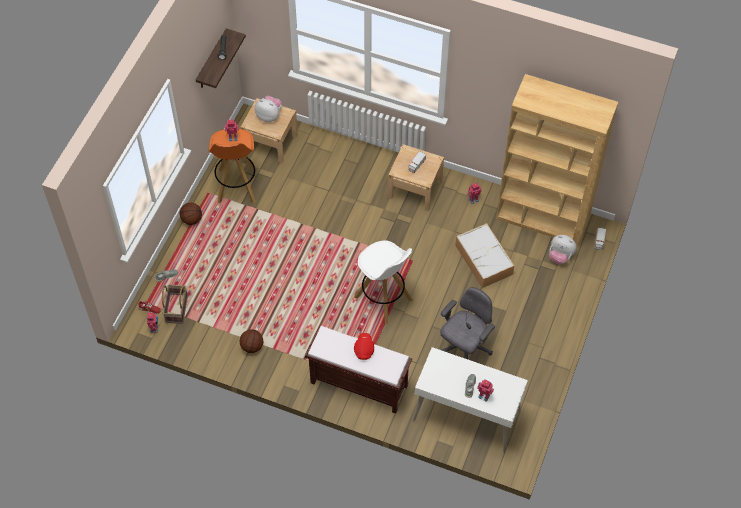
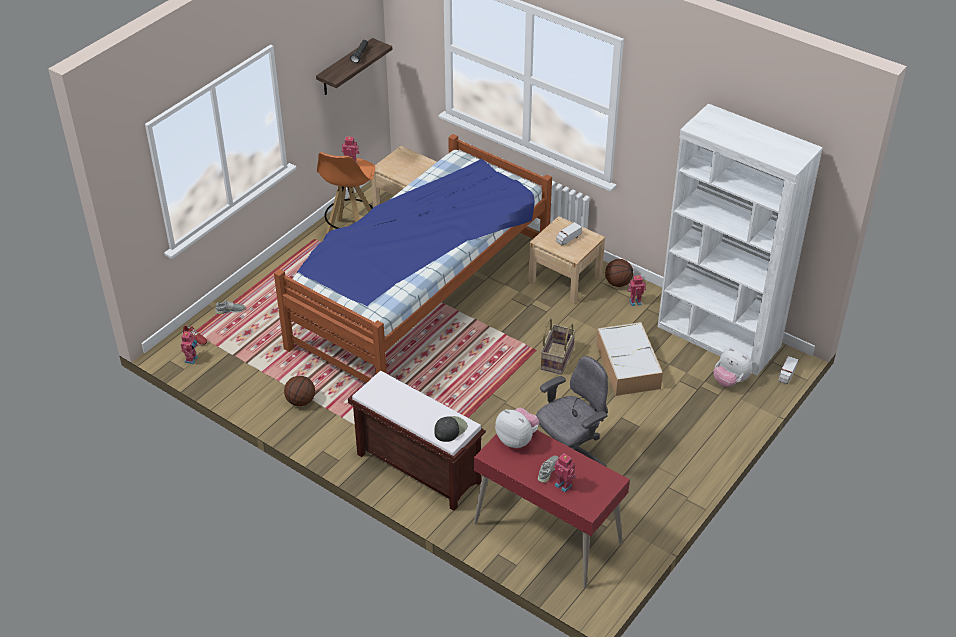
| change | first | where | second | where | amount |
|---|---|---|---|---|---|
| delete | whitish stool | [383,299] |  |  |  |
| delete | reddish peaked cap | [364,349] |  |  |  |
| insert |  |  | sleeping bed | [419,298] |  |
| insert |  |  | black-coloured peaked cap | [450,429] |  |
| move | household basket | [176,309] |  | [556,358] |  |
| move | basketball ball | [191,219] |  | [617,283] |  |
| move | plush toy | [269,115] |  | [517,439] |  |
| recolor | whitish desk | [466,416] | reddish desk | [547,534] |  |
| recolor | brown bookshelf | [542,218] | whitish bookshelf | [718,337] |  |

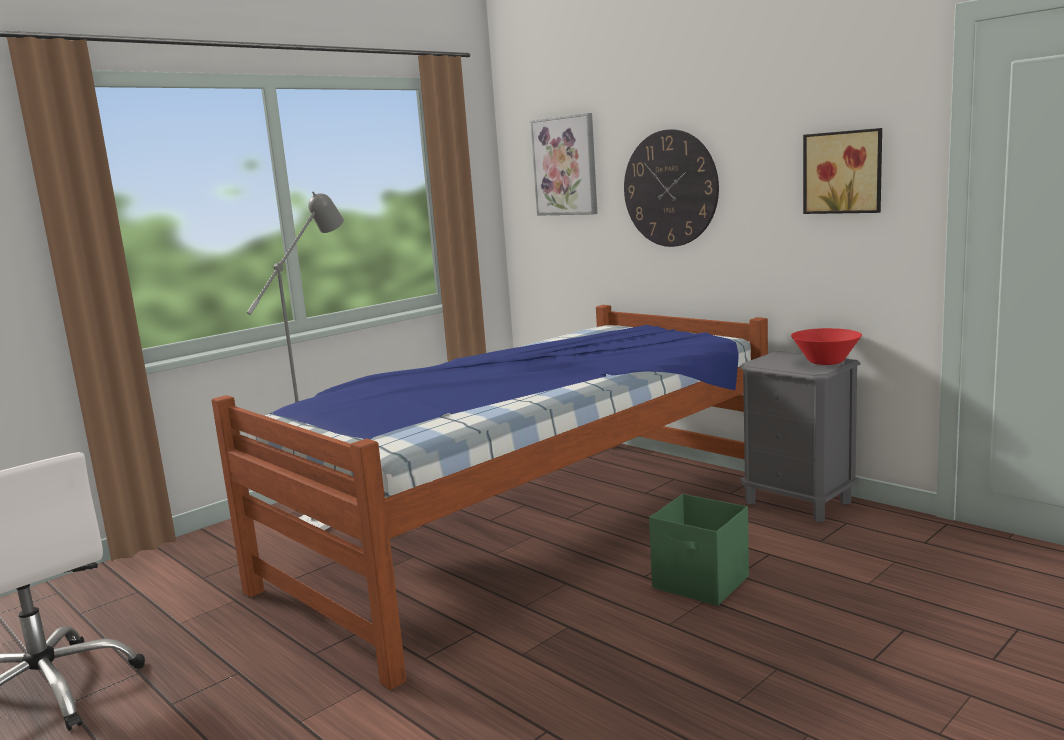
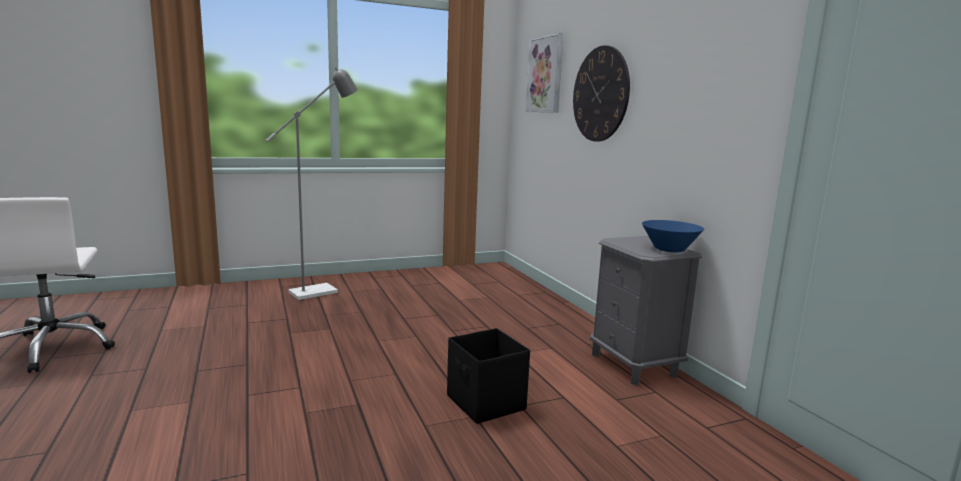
| change | first | where | second | where | amount |
|---|---|---|---|---|---|
| delete | sleeping bed | [530,530] |  |  |  |
| delete | wall picture | [844,172] |  |  |  |
| recolor | green-coloured storage box | [701,583] | black-coloured storage box | [485,403] |  |
| recolor | reddish deep dish | [826,362] | blue deep dish | [669,249] |  |

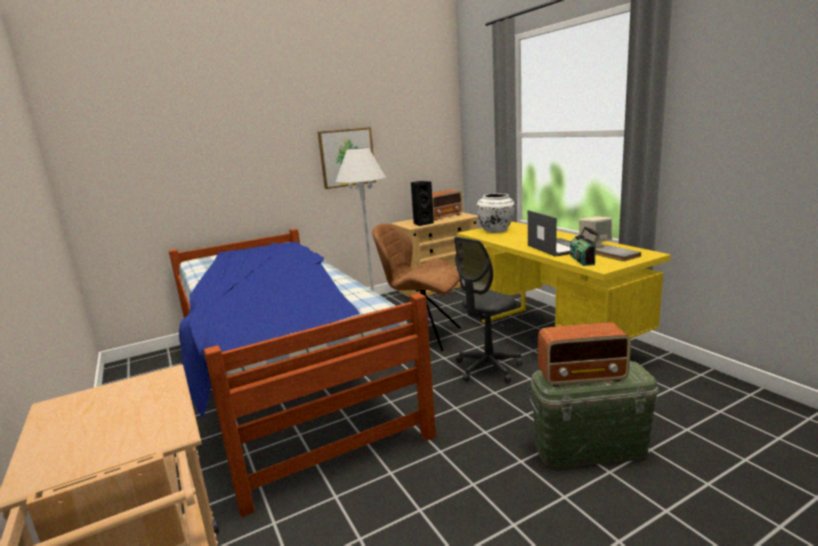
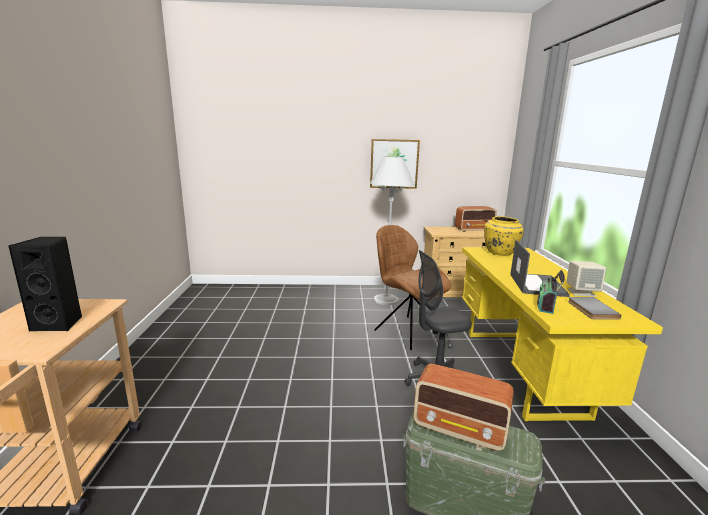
| change | first | where | second | where | amount |
|---|---|---|---|---|---|
| delete | sleeping bed | [284,381] |  |  |  |
| move | black-coloured loudspeaker | [422,223] |  | [60,324] |  |
| recolor | whitish decorative vase | [496,230] | yellow-coloured decorative vase | [500,253] |  |

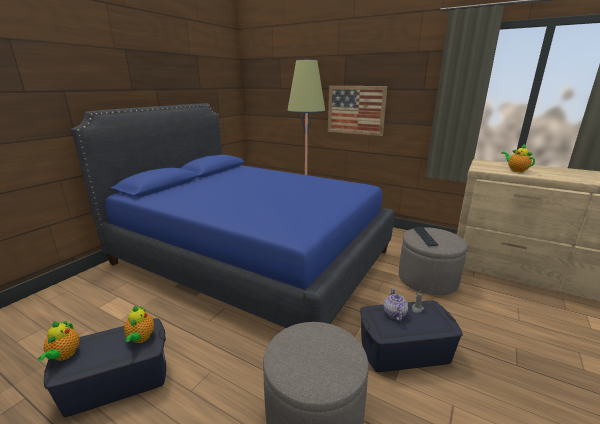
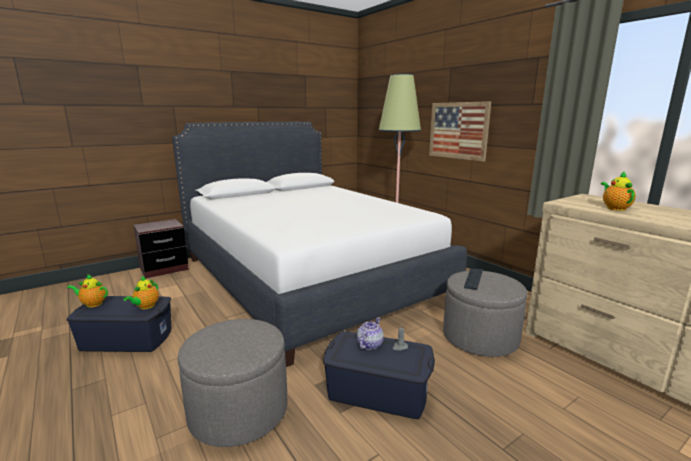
| change | first | where | second | where | amount |
|---|---|---|---|---|---|
| insert |  |  | brown nightstand | [164,269] |  |
| recolor | blue sleeping bed | [252,257] | whitish sleeping bed | [308,277] |  |
| rotate | teapot | [64,355] |  | [92,304] | 75 degrees clockwise |

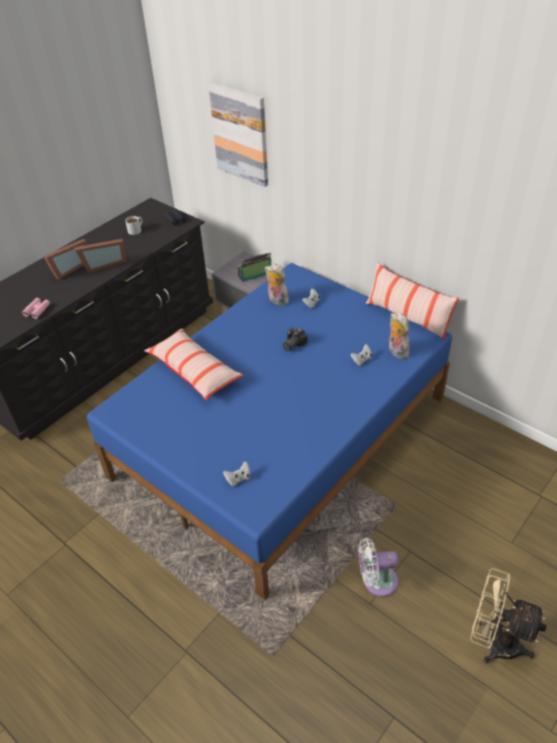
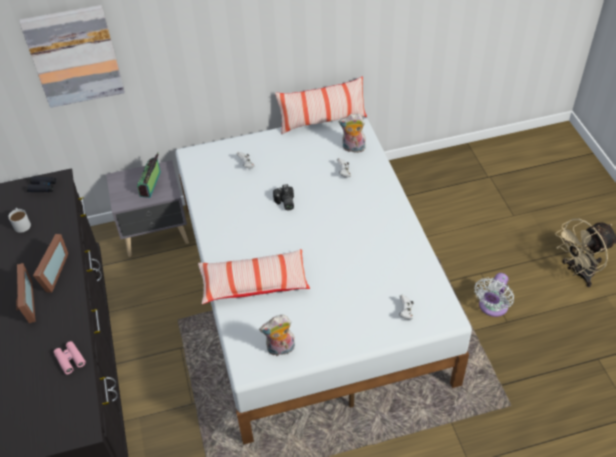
| change | first | where | second | where | amount |
|---|---|---|---|---|---|
| move | plush toy | [276,300] |  | [280,349] |  |
| recolor | blue sleeping bed | [282,437] | whitish sleeping bed | [311,288] |  |

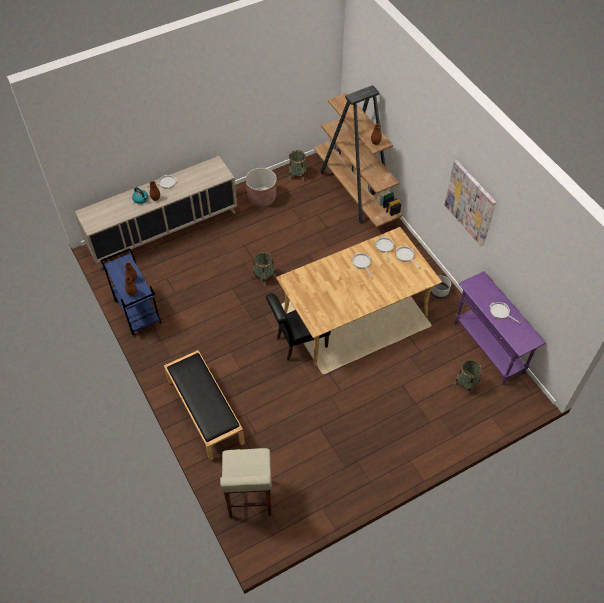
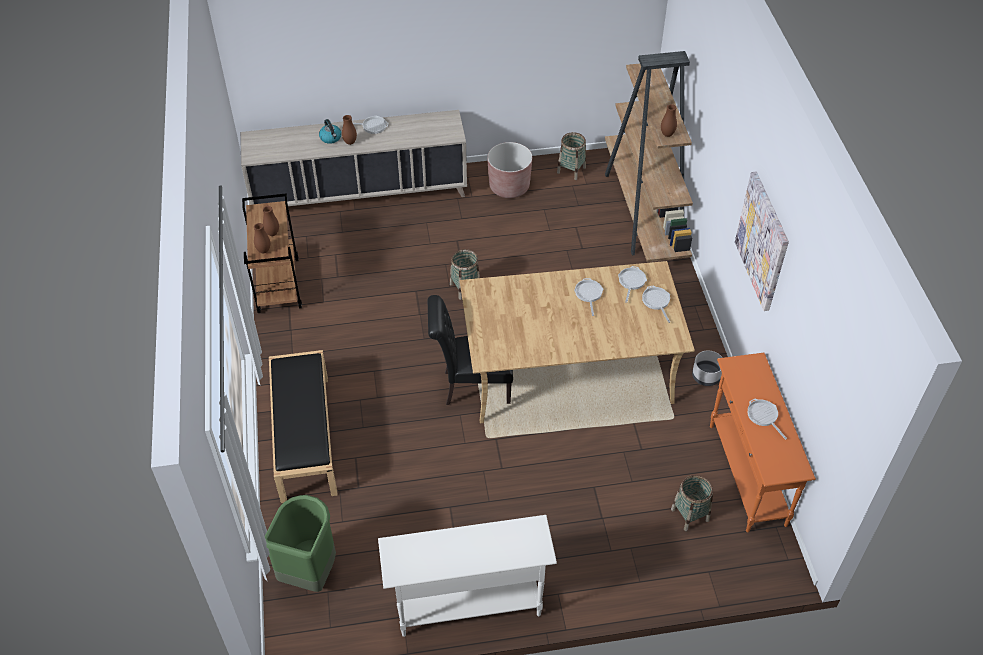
| change | first | where | second | where | amount |
|---|---|---|---|---|---|
| insert |  |  | whitish narrow table | [468,605] |  |
| replace | beige-coloured stool | [250,499] | green-coloured rubbish bin | [309,571] |  |
| recolor | blue cart | [137,311] | brown cart | [277,285] |  |
| recolor | purple-coloured narrow table | [488,348] | orangey narrow table | [747,475] |  |

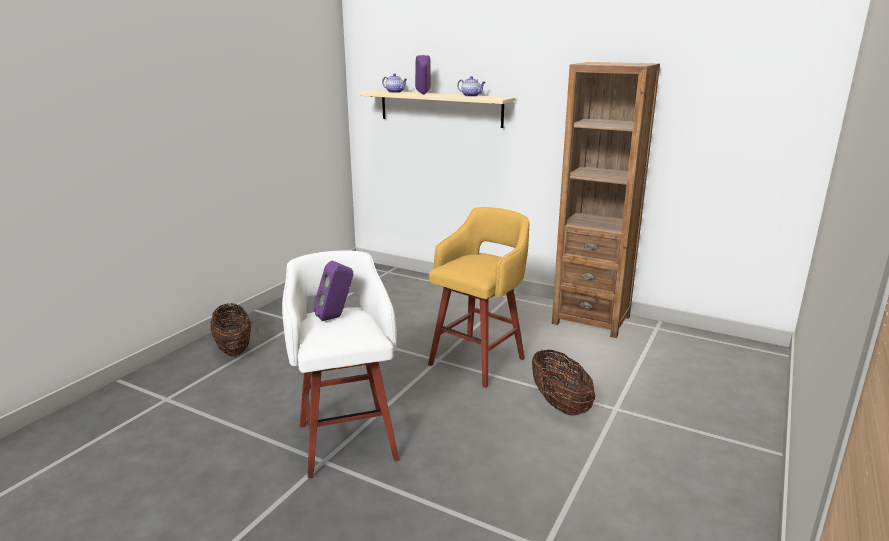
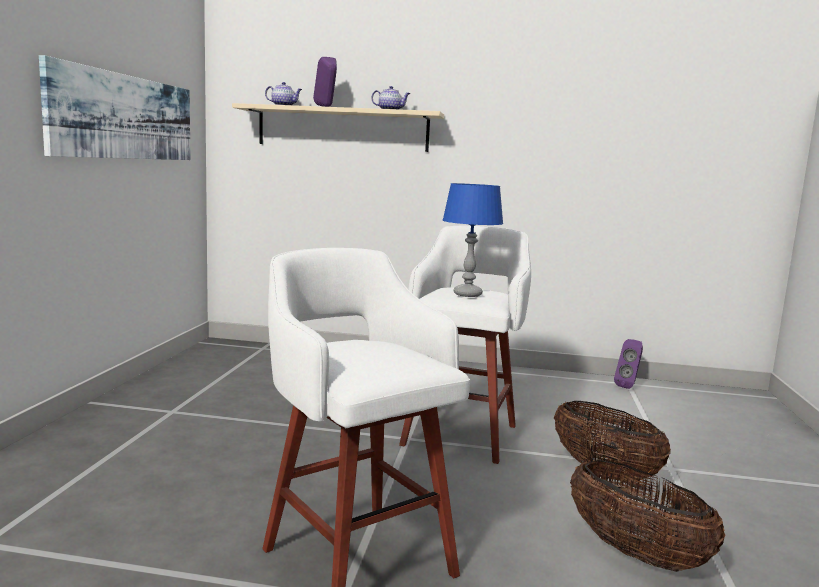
| change | first | where | second | where | amount |
|---|---|---|---|---|---|
| delete | brown bookshelf | [591,320] |  |  |  |
| insert |  |  | wall picture | [126,117] |  |
| insert |  |  | blue table lamp | [468,294] |  |
| move | household basket | [234,348] |  | [635,553] |  |
| move | purple-coloured loudspeaker | [336,317] |  | [628,386] |  |
| recolor | yellow-coloured stool | [479,360] | whitish stool | [461,433] |  |

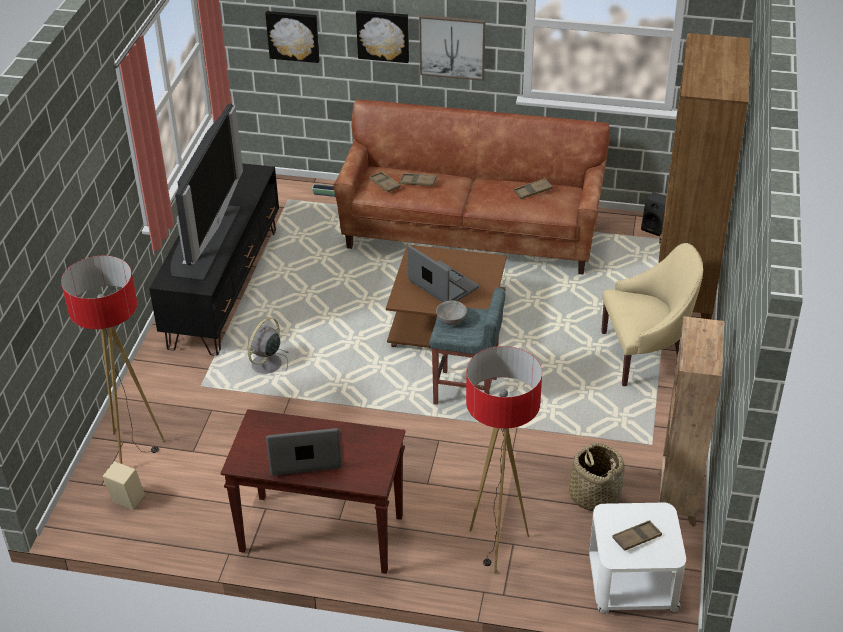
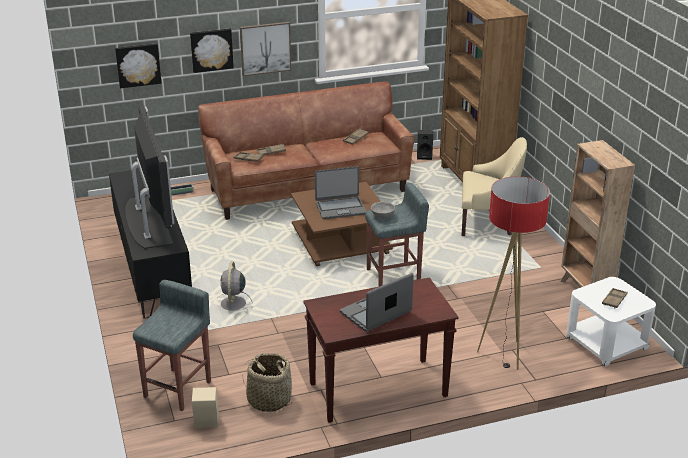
| change | first | where | second | where | amount |
|---|---|---|---|---|---|
| move | household basket | [594,495] |  | [269,400] |  |
| replace | floor lamp | [133,449] | greyish stool | [178,388] |  |
| rotate | portable computer | [442,285] |  | [340,208] | 150 degrees clockwise |
| rotate | beige-coloured easy chair | [645,355] |  | [487,222] | 45 degrees clockwise |

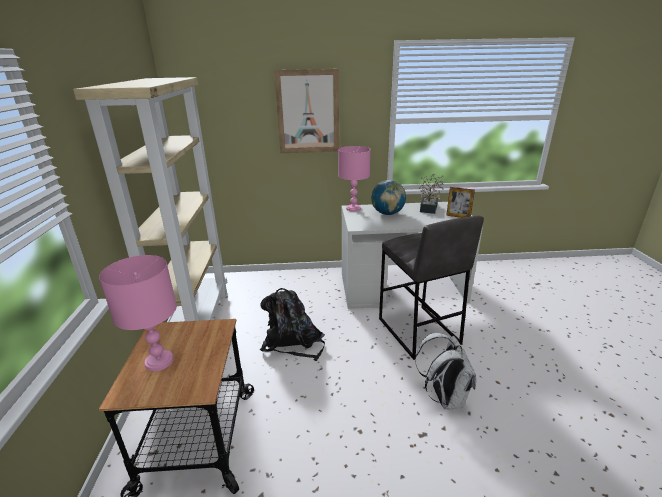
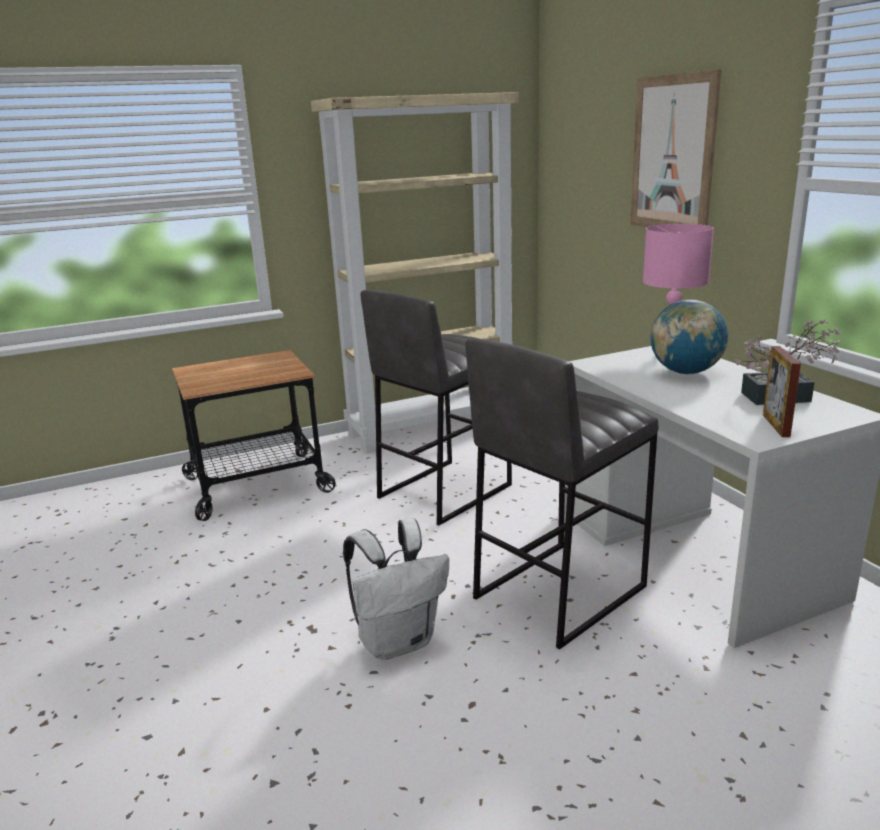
| change | first | where | second | where | amount |
|---|---|---|---|---|---|
| delete | pink-coloured table lamp | [159,361] |  |  |  |
| replace | black-coloured knapsack | [293,342] | greyish stool | [443,491] |  |

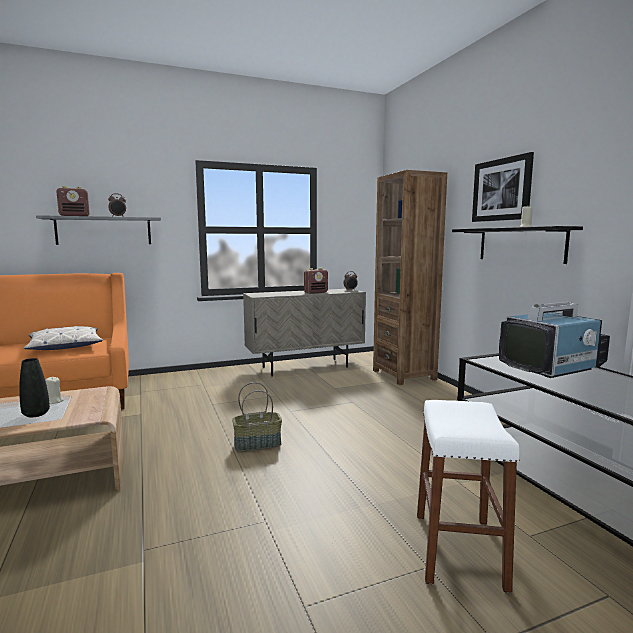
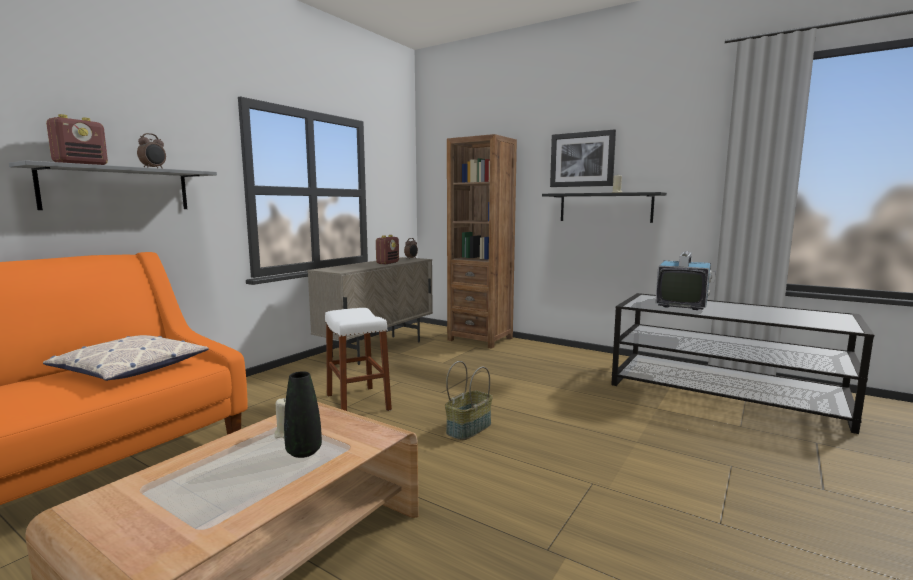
| change | first | where | second | where | amount |
|---|---|---|---|---|---|
| move | whitish stool | [458,549] |  | [358,402] |  |

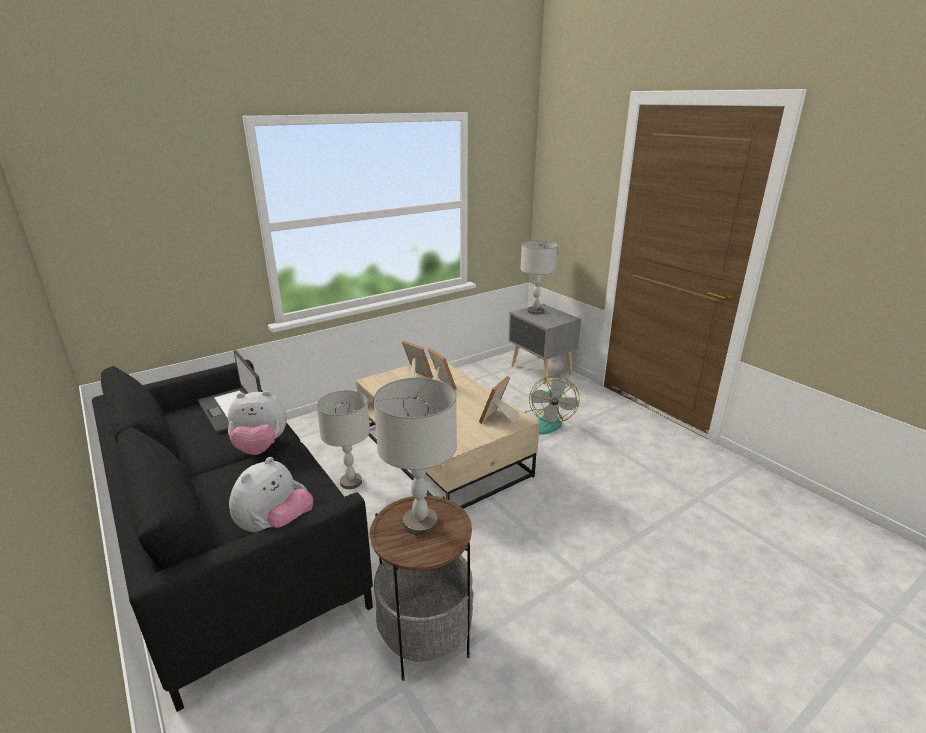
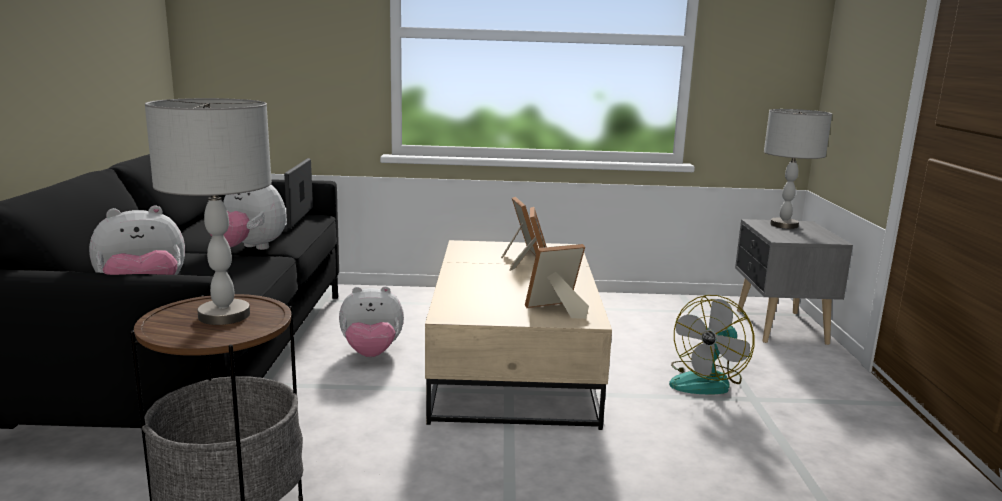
| change | first | where | second | where | amount |
|---|---|---|---|---|---|
| replace | greyish table lamp | [351,482] | plush toy | [371,354] |  |

